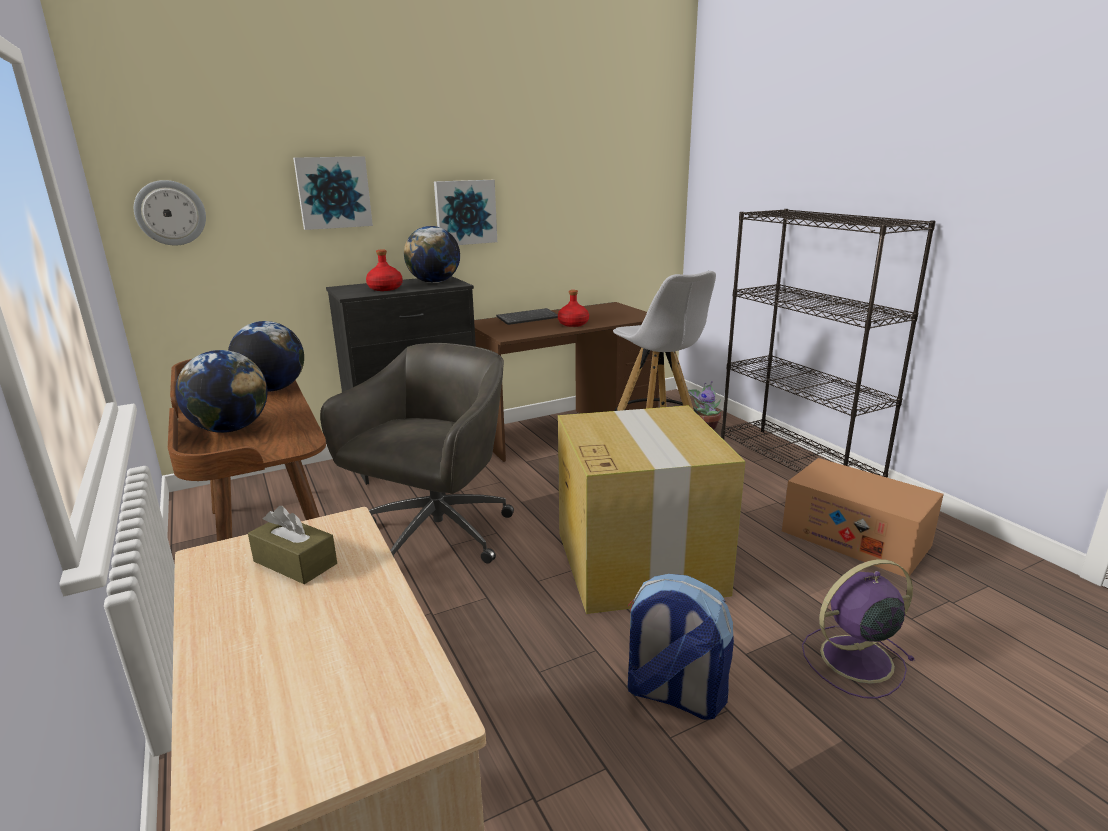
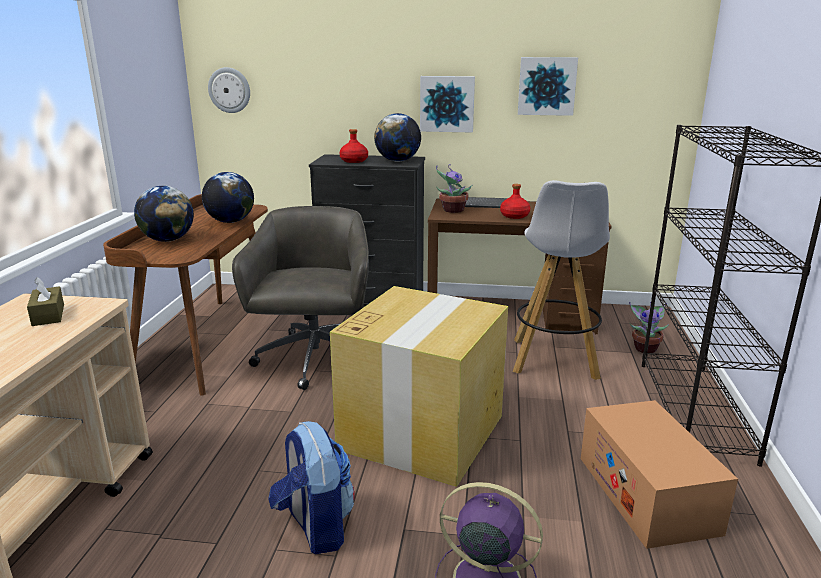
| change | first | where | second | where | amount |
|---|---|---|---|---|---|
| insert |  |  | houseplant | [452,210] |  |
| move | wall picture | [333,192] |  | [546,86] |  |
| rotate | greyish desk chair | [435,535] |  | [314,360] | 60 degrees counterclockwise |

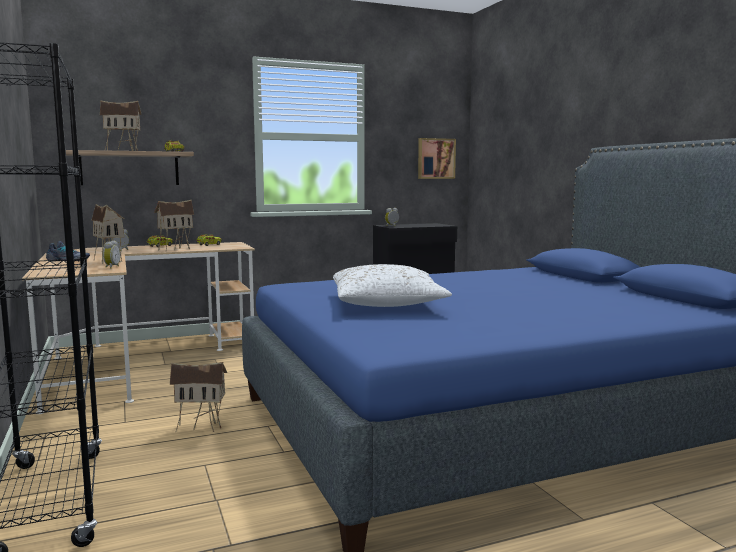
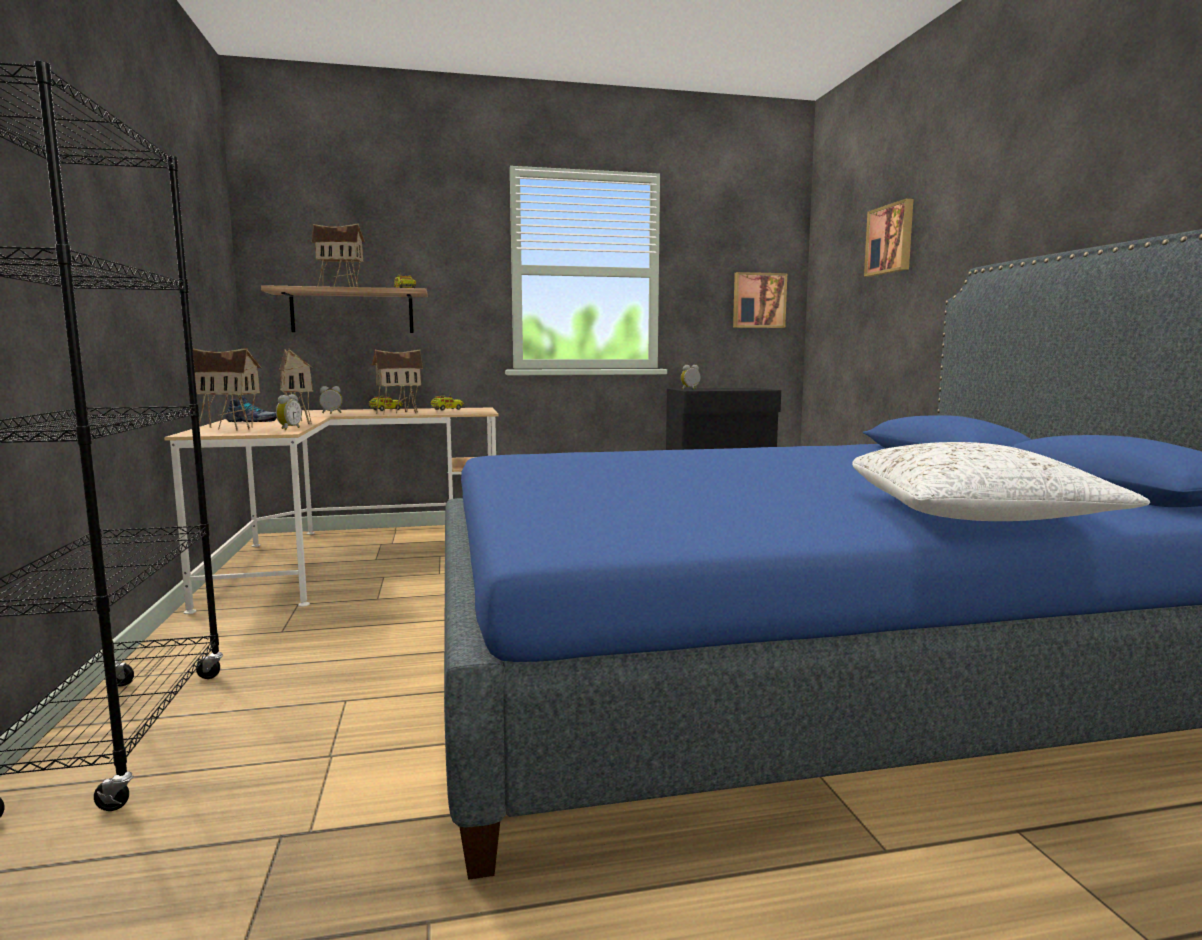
| change | first | where | second | where | amount |
|---|---|---|---|---|---|
| insert |  |  | wall picture | [891,239] |  |
| move | model house | [201,427] |  | [230,428] |  |
| move | whitish throw pillow | [387,304] |  | [974,515] |  |

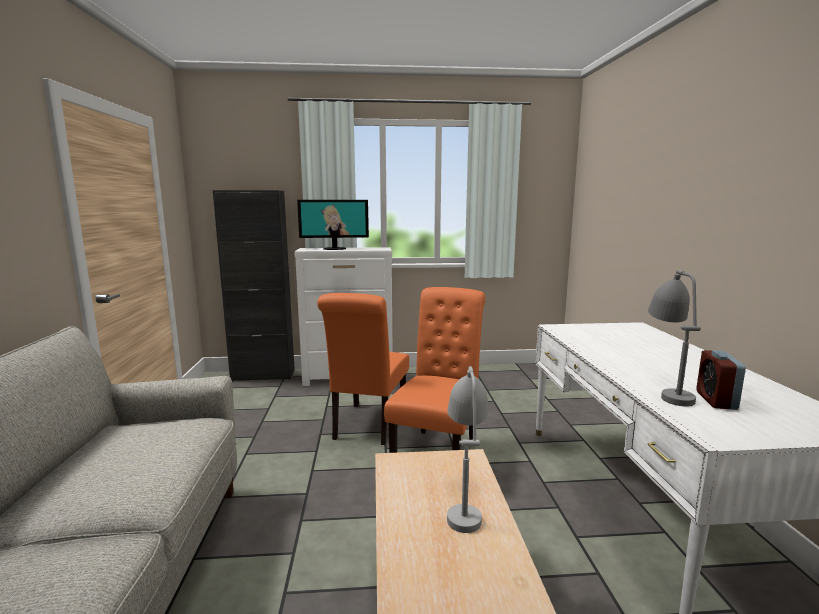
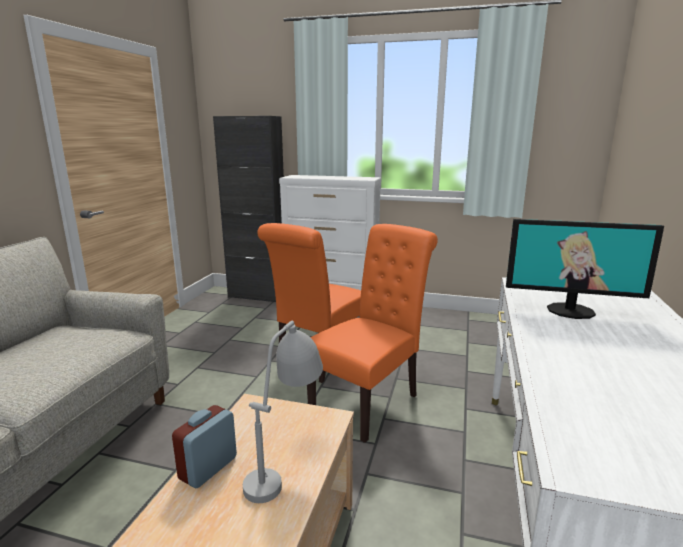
| change | first | where | second | where | amount |
|---|---|---|---|---|---|
| delete | greyish table lamp | [666,387] |  |  |  |
| move | computer display | [334,248] |  | [570,310] |  |
| move | table clock | [716,400] |  | [208,468] |  |

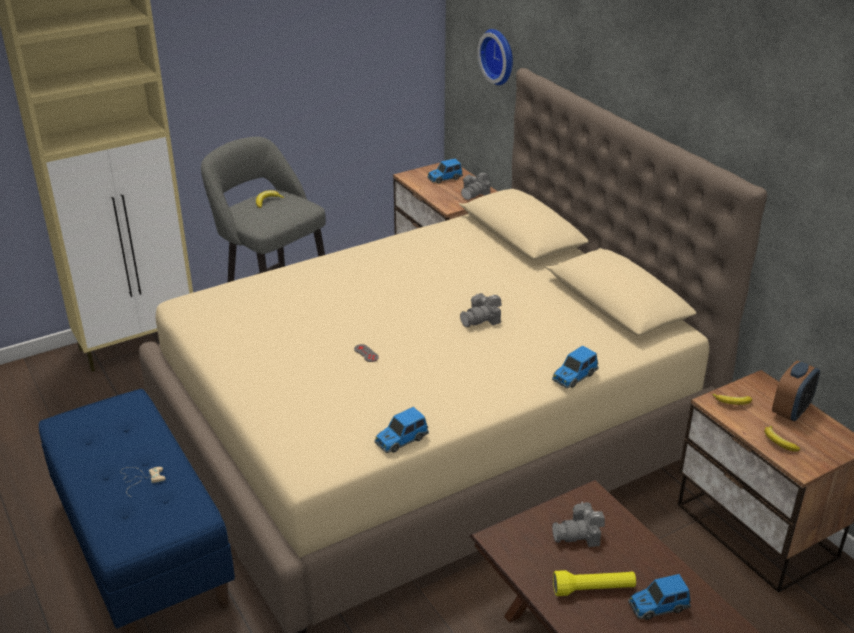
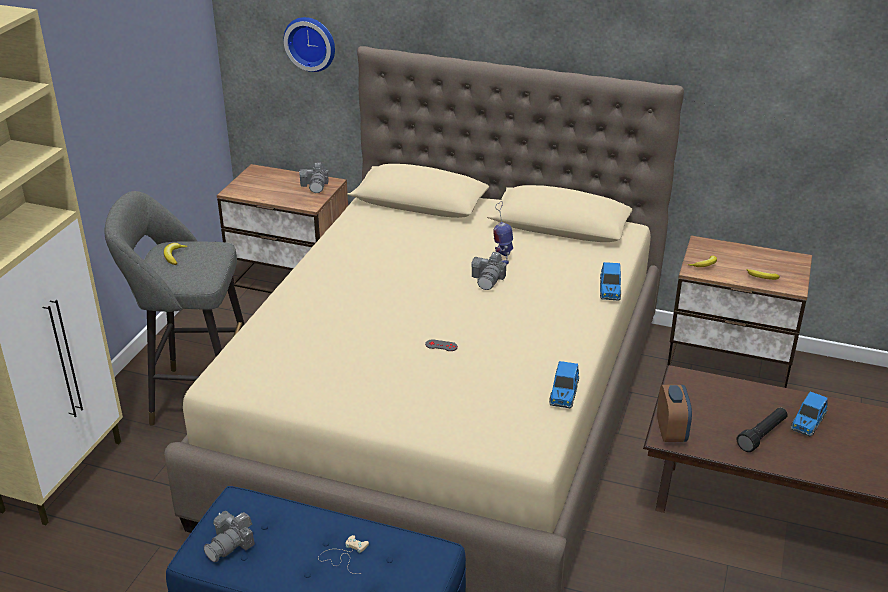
| change | first | where | second | where | amount |
|---|---|---|---|---|---|
| delete | model car | [444,178] |  |  |  |
| insert |  |  | toy robot | [502,258] |  |
| move | photo camera | [579,535] |  | [230,544] |  |
| move | table clock | [791,411] |  | [671,432] |  |
| recolor | yellow-coloured torch | [593,589] | black-coloured torch | [762,435] |  |

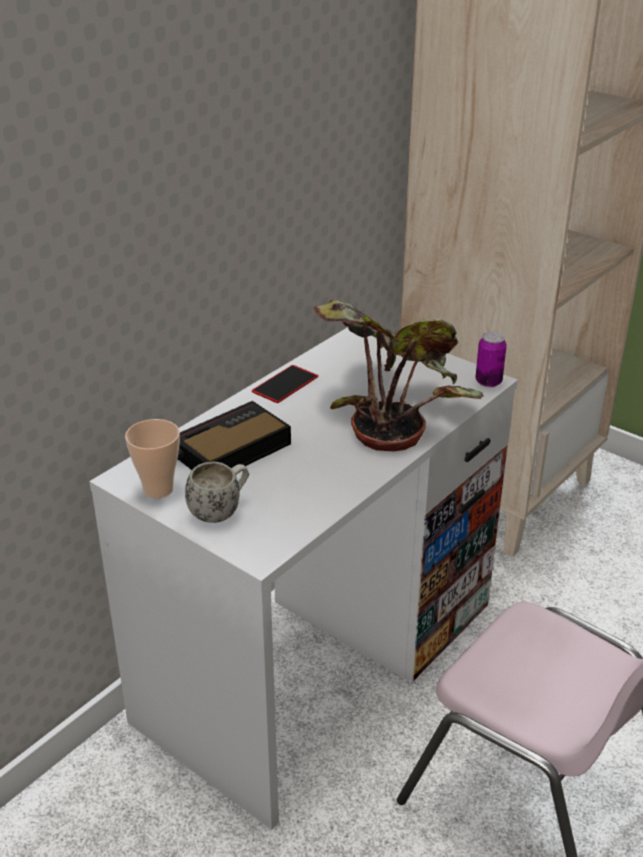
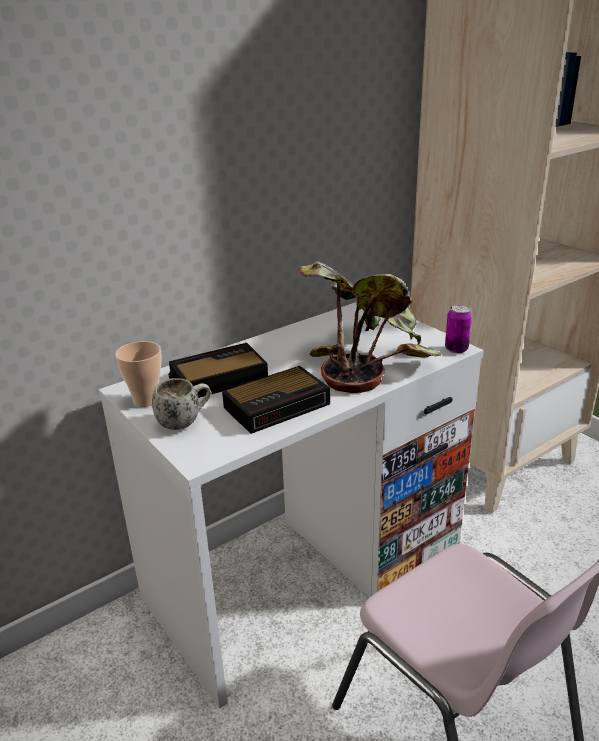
| change | first | where | second | where | amount |
|---|---|---|---|---|---|
| delete | handset | [285,384] |  |  |  |
| insert |  |  | table clock | [279,405] |  |

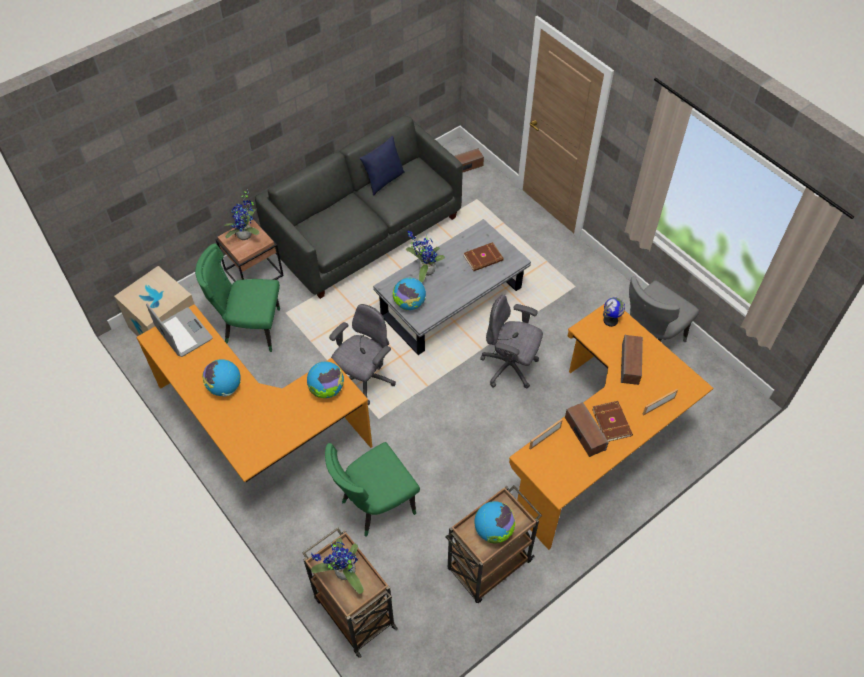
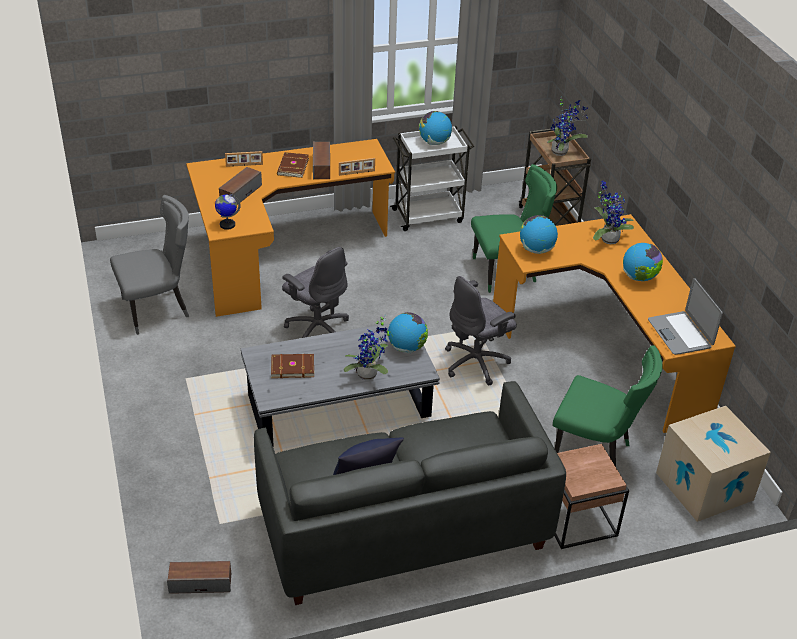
| change | first | where | second | where | amount |
|---|---|---|---|---|---|
| move | houseplant | [246,235] |  | [607,239] |  |
| recolor | brown cart | [488,566] | whitish cart | [429,215] |  |

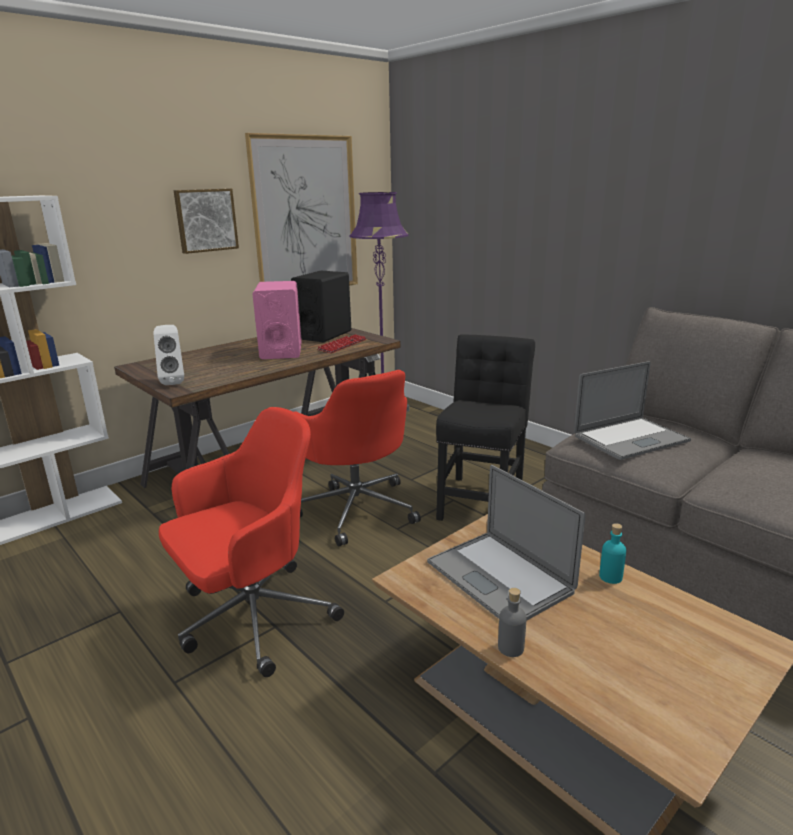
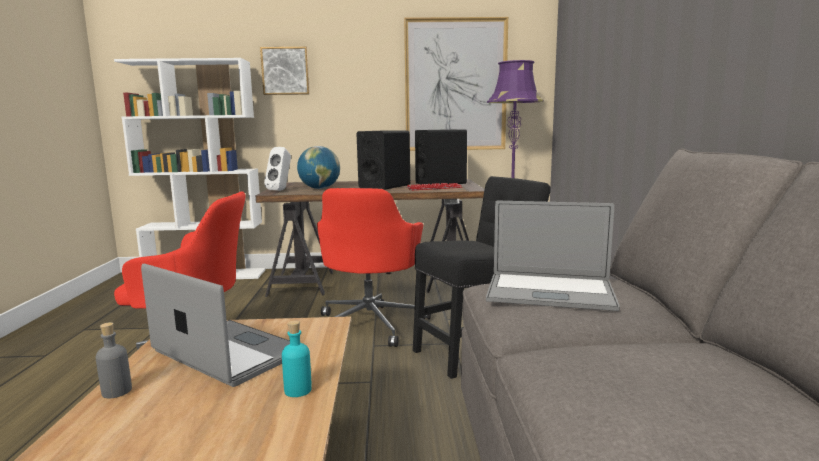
| change | first | where | second | where | amount |
|---|---|---|---|---|---|
| insert |  |  | globe | [319,188] |  |
| move | wall picture | [205,220] |  | [285,71] |  |
| recolor | pink-coloured loudspeaker | [281,351] | black-coloured loudspeaker | [385,186] |  |
| rotate | portable computer | [499,577] |  | [229,352] | 120 degrees clockwise |

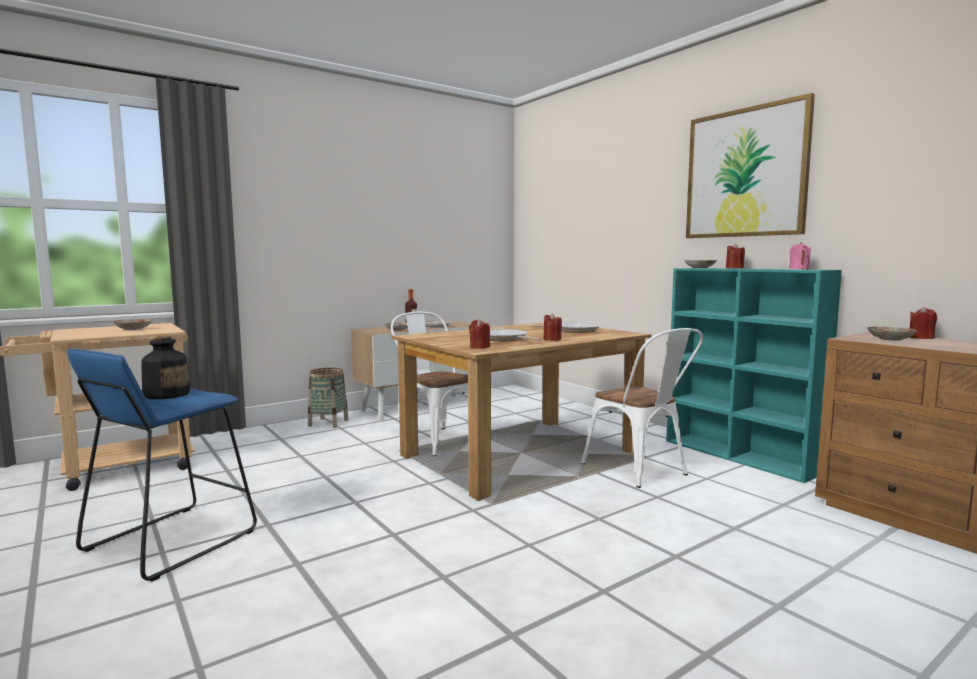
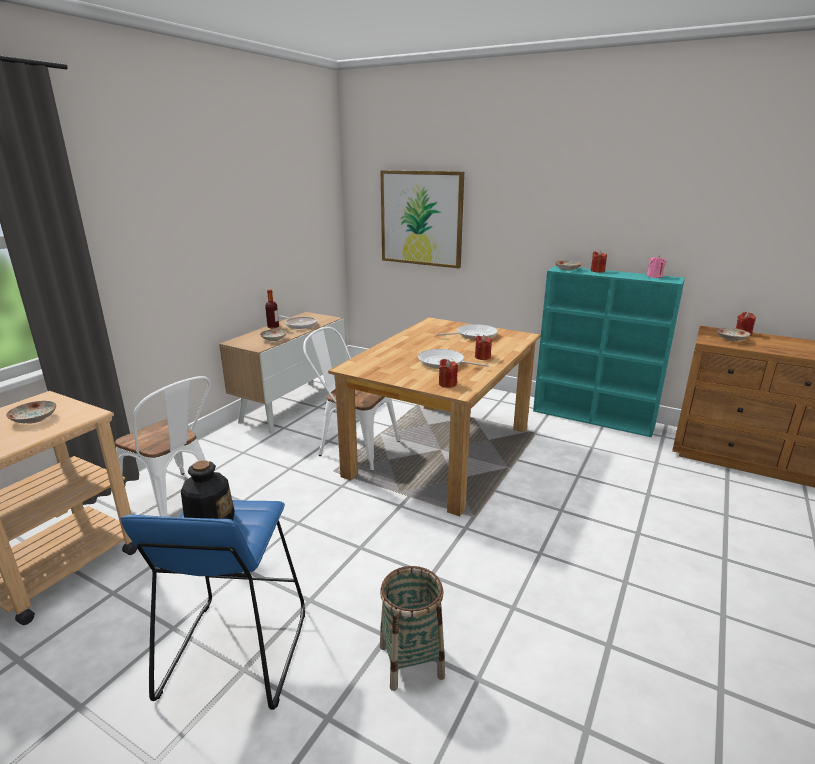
| change | first | where | second | where | amount |
|---|---|---|---|---|---|
| move | household basket | [328,423] |  | [411,661] |  |
| move | whitish chair | [641,471] |  | [176,503] |  |
| move | wall picture | [745,173] |  | [421,218] |  |

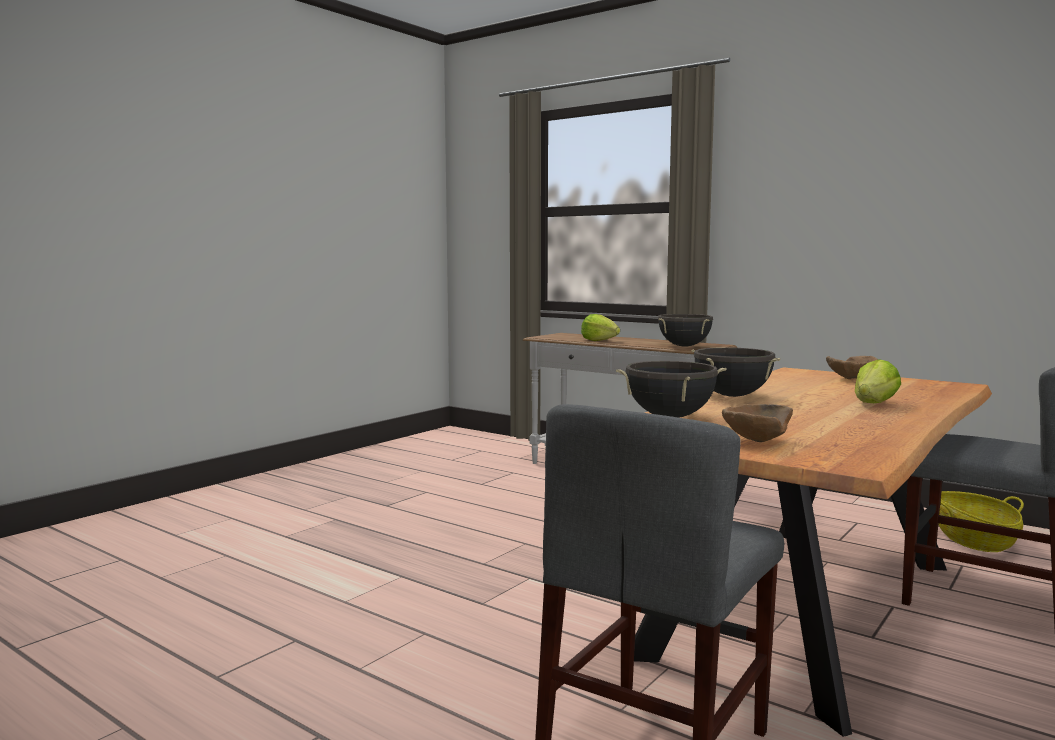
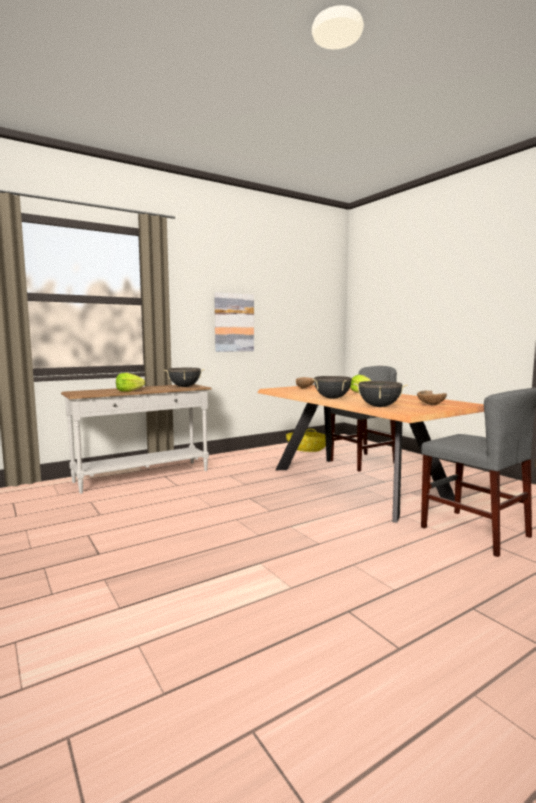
| change | first | where | second | where | amount |
|---|---|---|---|---|---|
| insert |  |  | wall picture | [234,322] |  |

